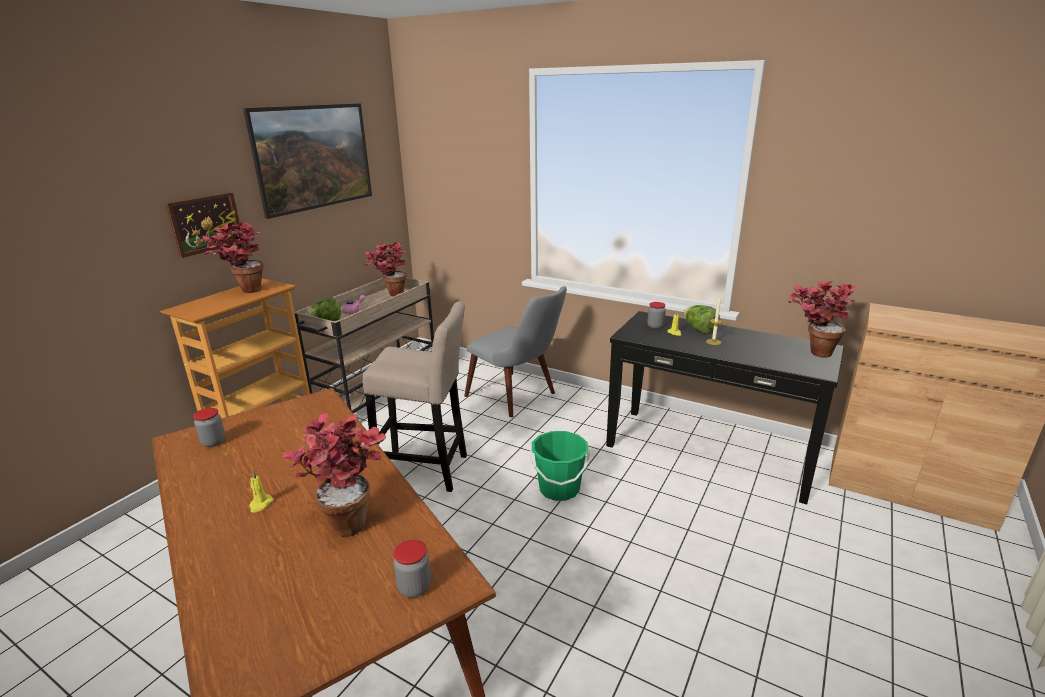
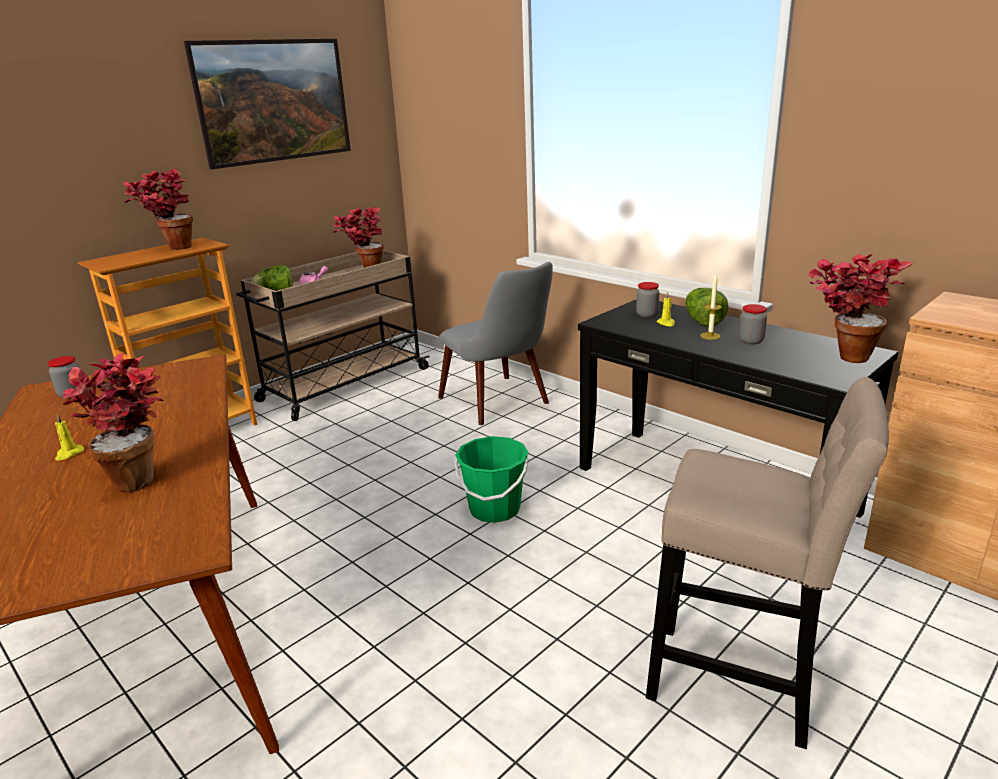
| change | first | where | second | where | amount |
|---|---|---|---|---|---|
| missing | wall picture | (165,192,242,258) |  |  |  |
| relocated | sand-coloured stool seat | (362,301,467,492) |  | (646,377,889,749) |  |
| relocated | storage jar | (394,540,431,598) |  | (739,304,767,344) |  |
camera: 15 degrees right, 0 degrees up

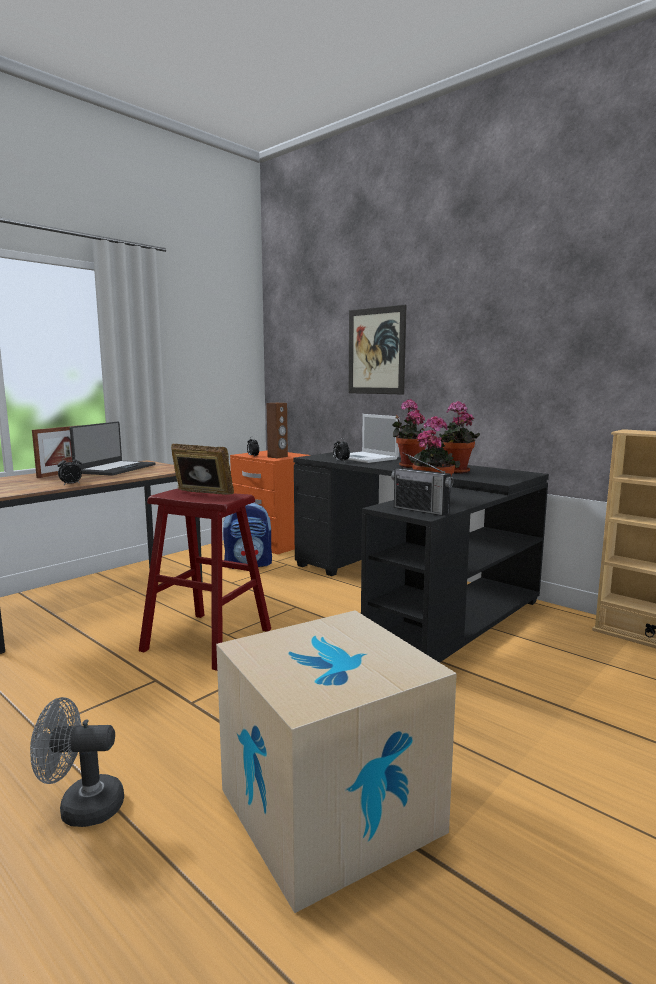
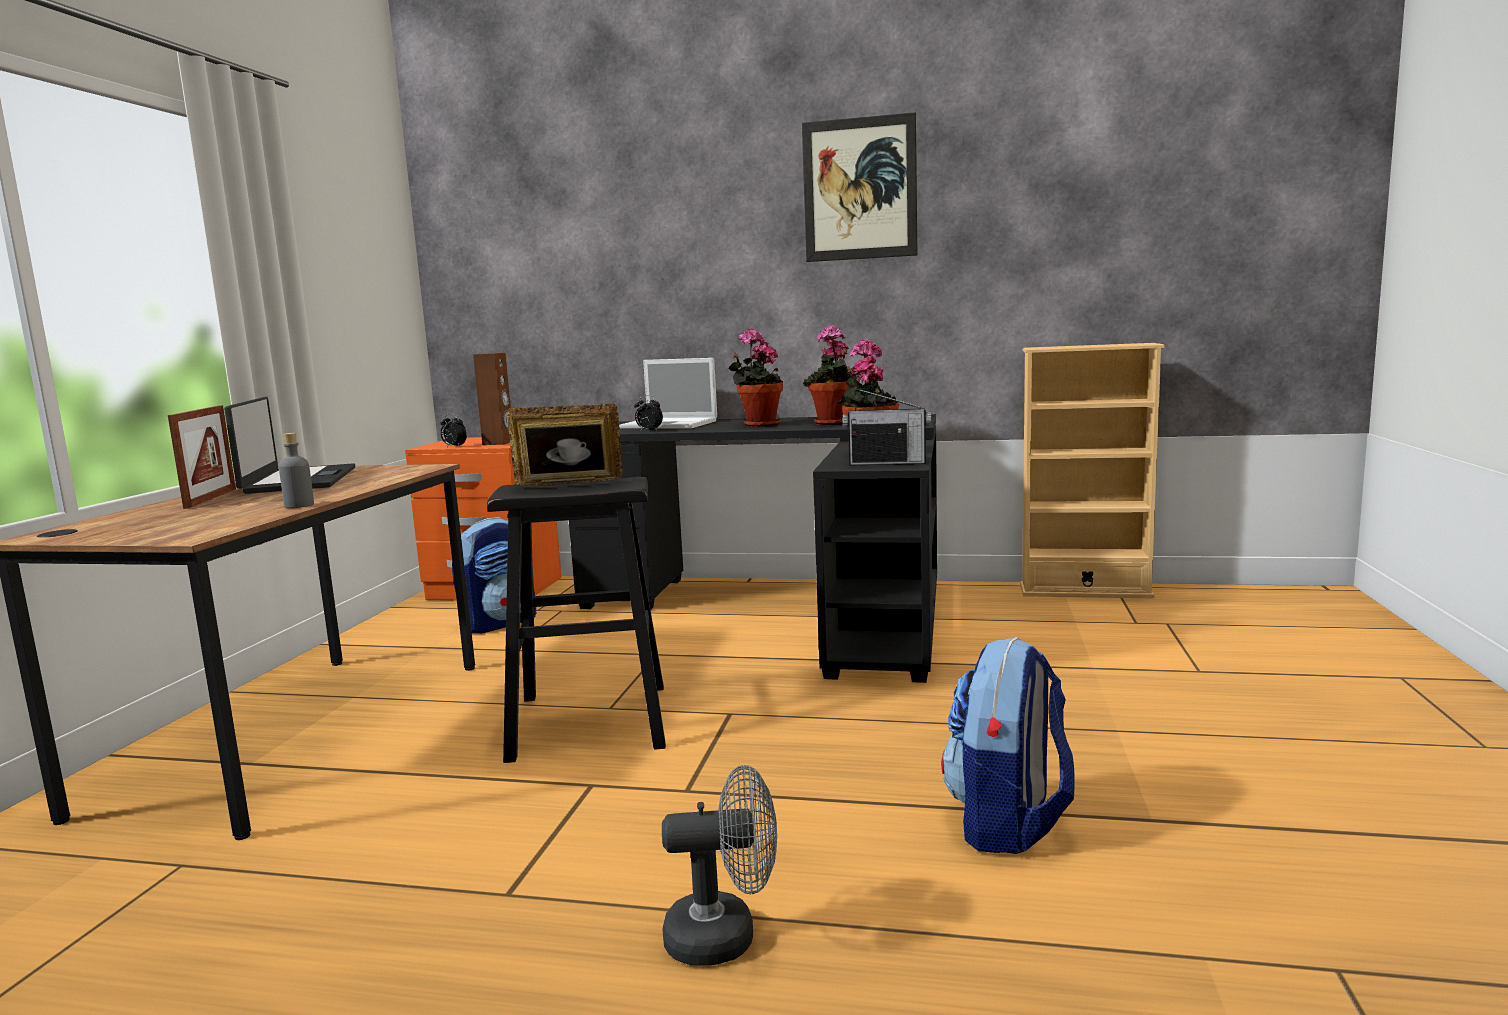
| change | first | where | second | where | amount |
|---|---|---|---|---|---|
| relocated | wall picture | (349,305,406,395) |  | (802,112,917,262) |  |
| exchanged | table clock | (58,456,82,485) | gray drink bottle | (279,433,314,508) |  |
| colour | reddish stool seat | (139,488,271,671) | black-coloured stool seat | (487,477,666,763) |  |
| exchanged | cardboard box | (216,610,457,913) | knapsack | (941,637,1075,854) |  |
| spun | gray cooling fan | (30,697,124,827) |  | (662,765,777,966) | 150 degrees counterclockwise |
camera: 30 degrees left, 0 degrees up

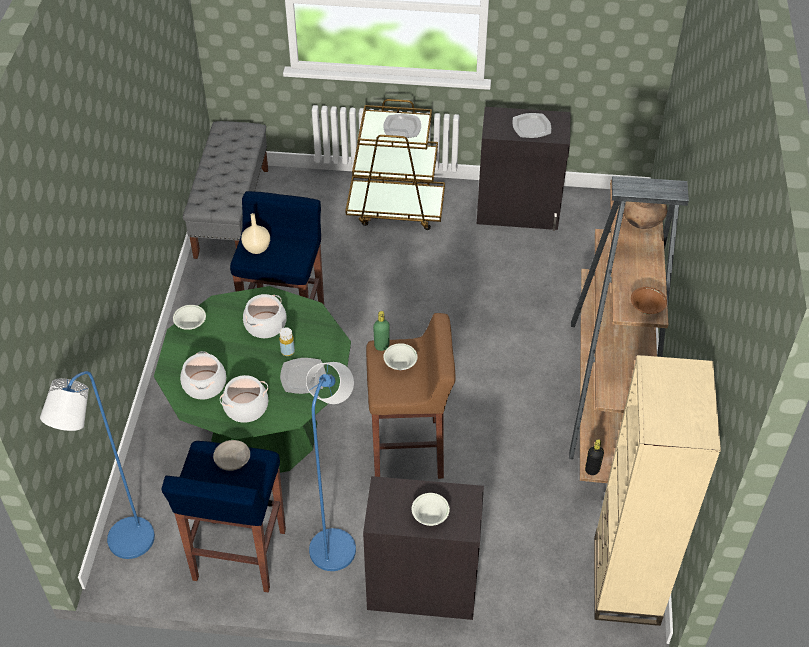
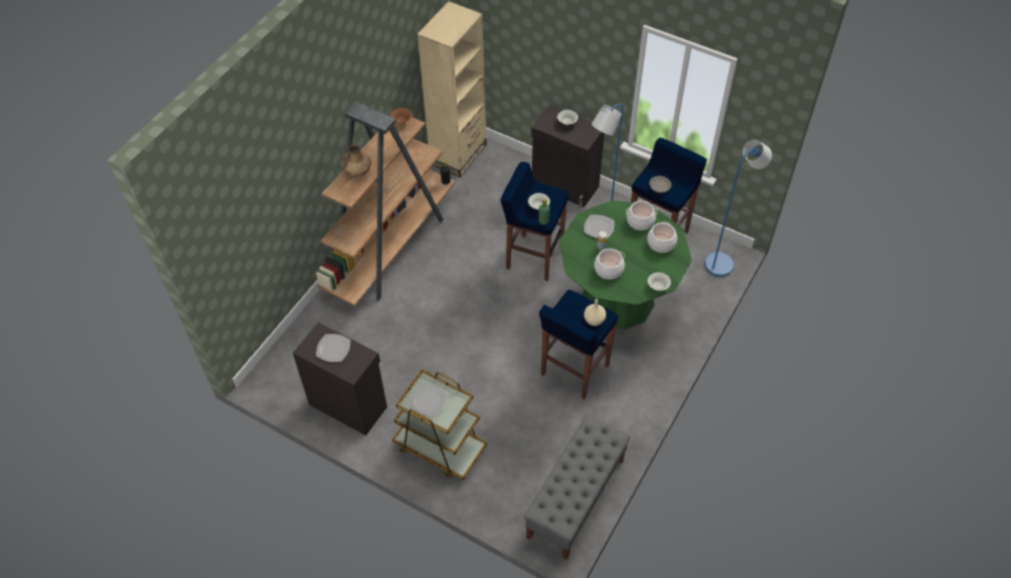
| change | first | where | second | where | amount |
|---|---|---|---|---|---|
| colour | brownish stool seat | (366,313,456,479) | blue-coloured stool seat | (500,162,569,281) |  |
camera: 155 degrees left, 5 degrees up

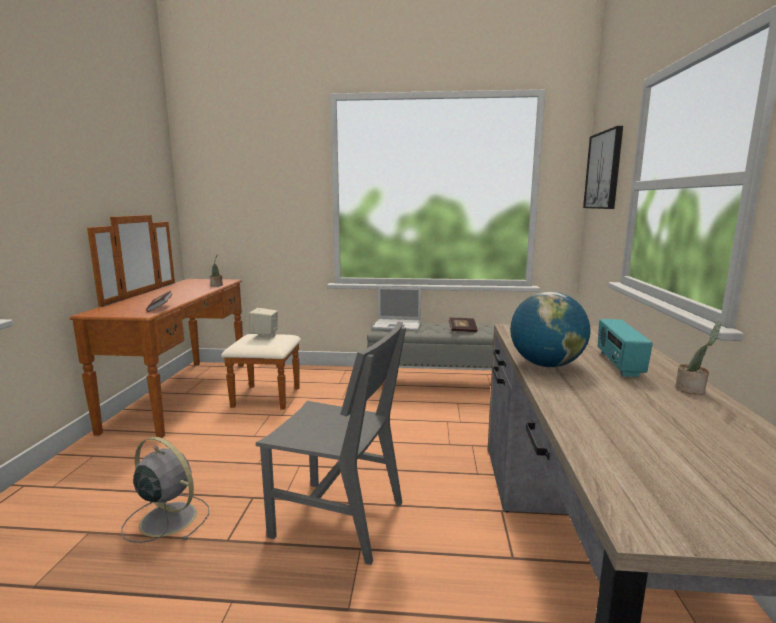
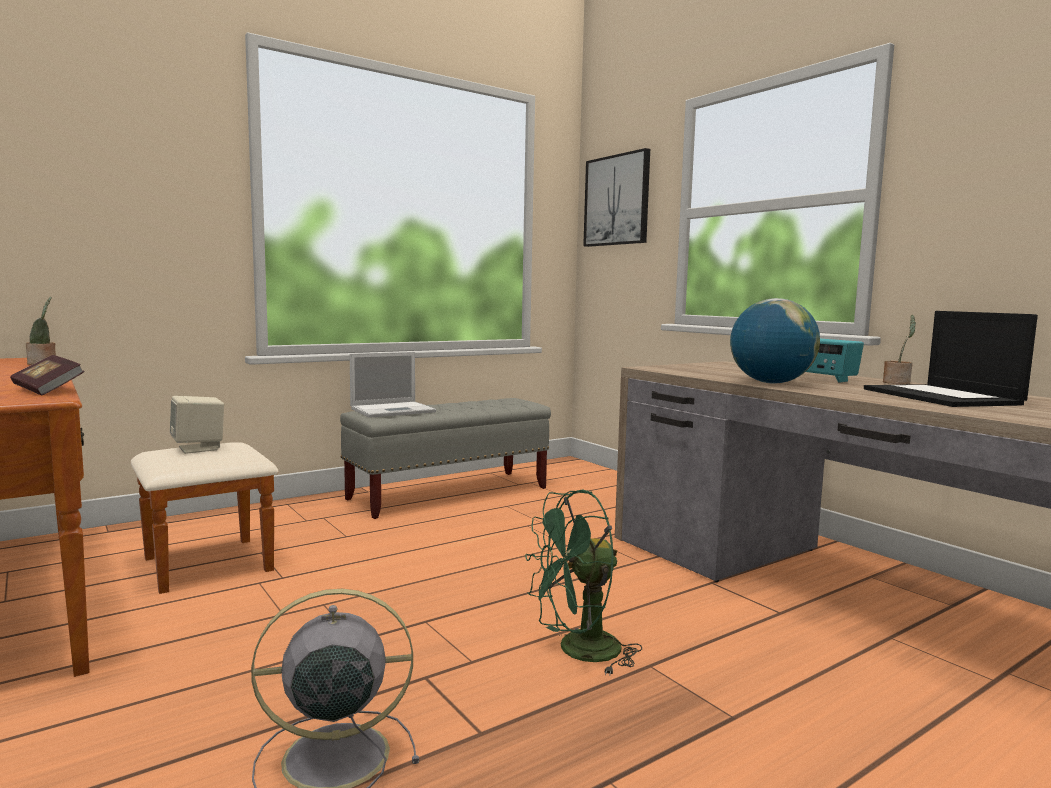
| change | first | where | second | where | amount |
|---|---|---|---|---|---|
| missing | book | (449,318,477,332) |  |  |  |
| exchanged | gray upright chair | (256,322,406,565) | green cooling fan | (525,489,642,675) |  |
| appeared |  |  | notebook computer | (864,311,1038,407) |  |
camera: 40 degrees left, 5 degrees down

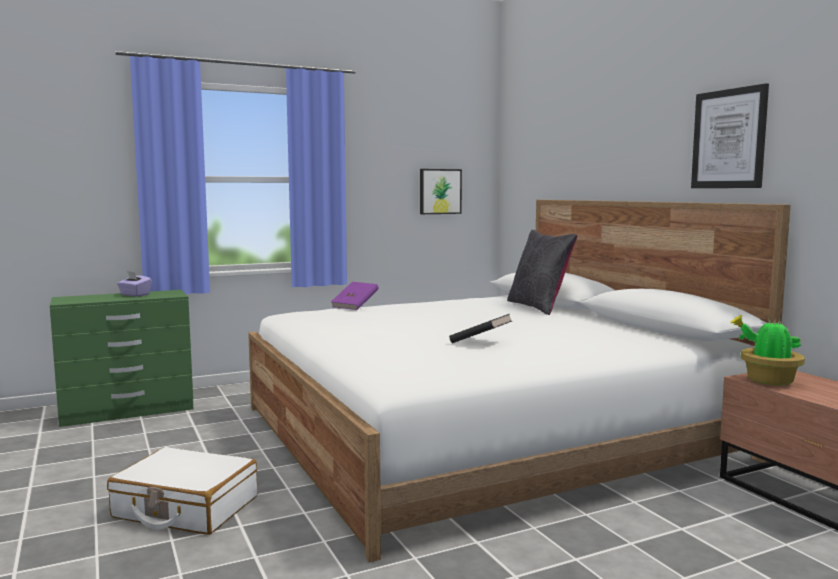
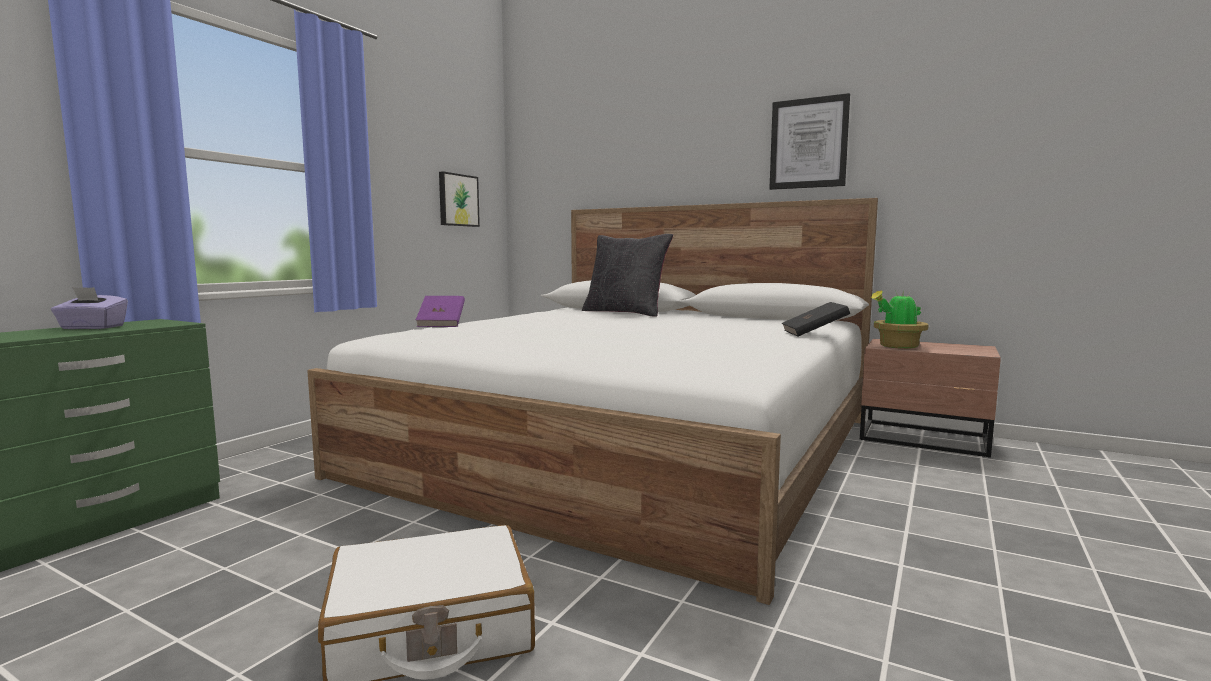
| change | first | where | second | where | amount |
|---|---|---|---|---|---|
| relocated | black-coloured book | (449,314,512,343) |  | (782,302,850,337) |  |
camera: 35 degrees left, 0 degrees up

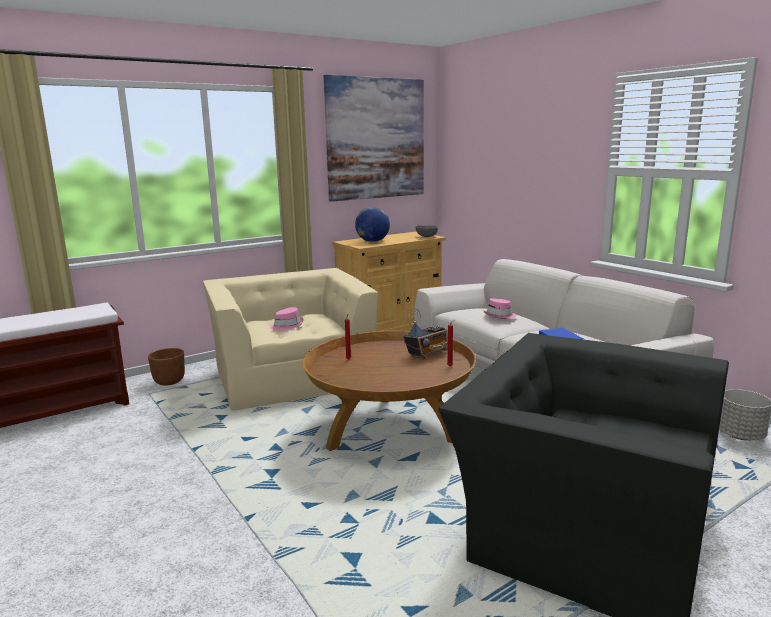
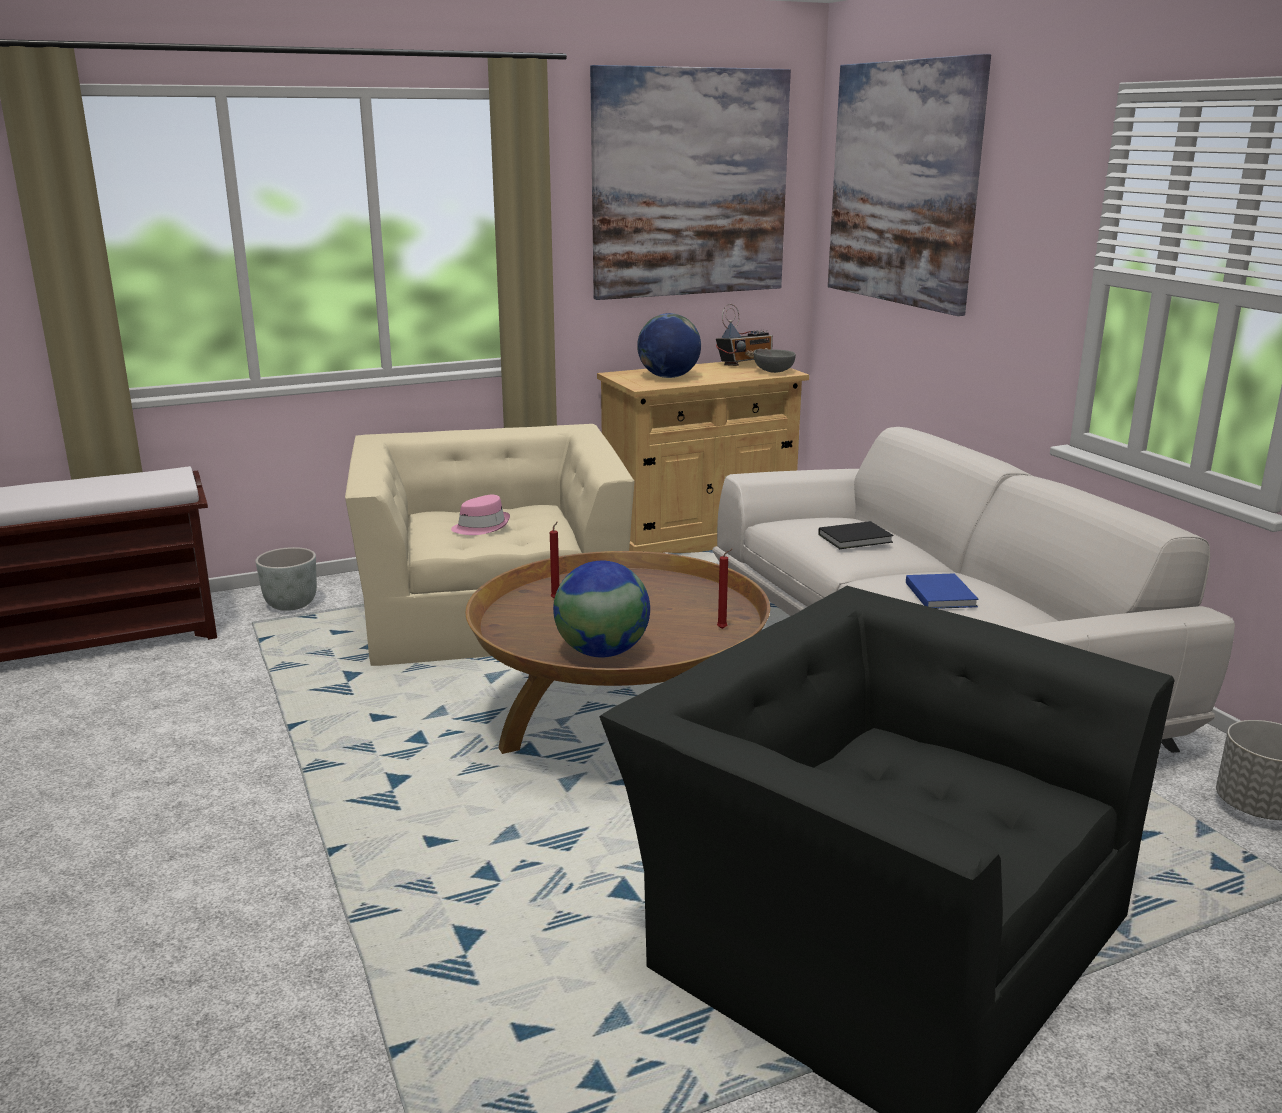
| change | first | where | second | where | amount |
|---|---|---|---|---|---|
| exchanged | pink hat | (484,298,516,319) | black-coloured book | (818,521,894,549) |  |
| relocated | radio receiver | (403,308,448,358) |  | (716,304,773,366) |  |
| colour | brownish flower pot | (148,348,185,386) | gray flower pot | (255,547,317,611) |  |
| appeared |  |  | wall picture | (828,54,991,316) |  |
| appeared |  |  | desk globe | (553,561,650,658) |  |
camera: 10 degrees right, 5 degrees up

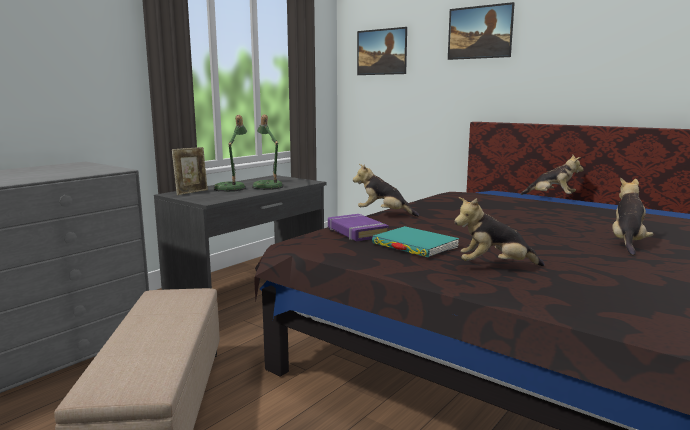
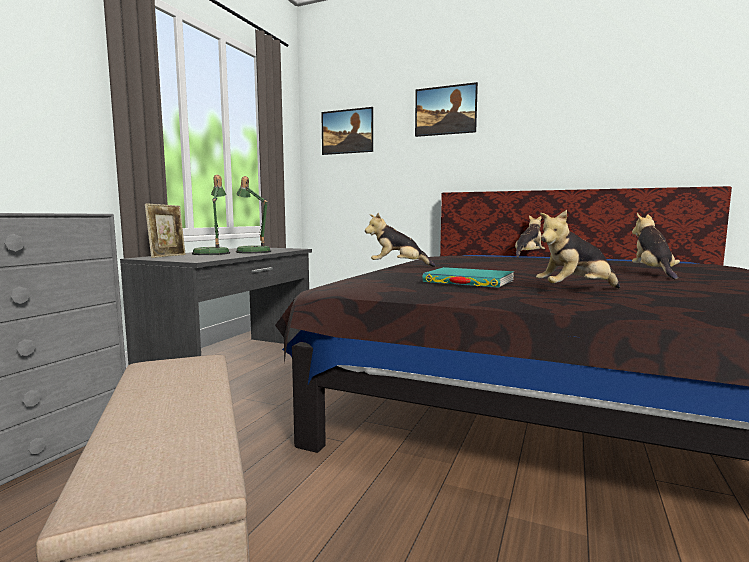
| change | first | where | second | where | amount |
|---|---|---|---|---|---|
| spun | soft toy | (520,155,584,195) |  | (515,215,545,257) | 60 degrees counterclockwise |
| missing | purplish book | (328,214,389,241) |  |  |  |
camera: 15 degrees left, 5 degrees down

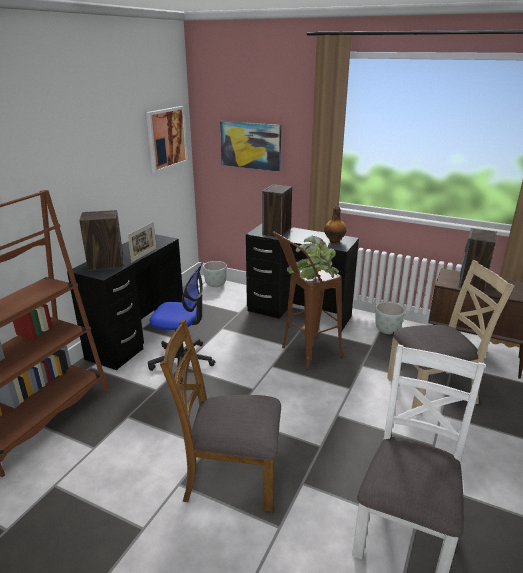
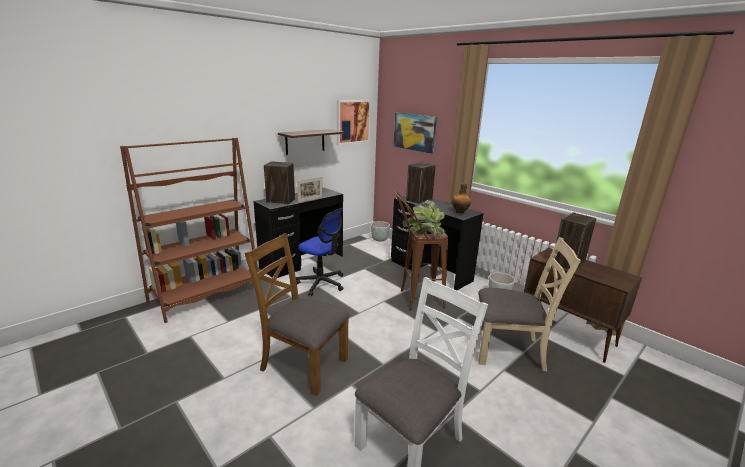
| change | first | where | second | where | amount |
|---|---|---|---|---|---|
| appeared |  |  | shelf | (278,129,344,155) |  |
camera: 20 degrees right, 5 degrees down

